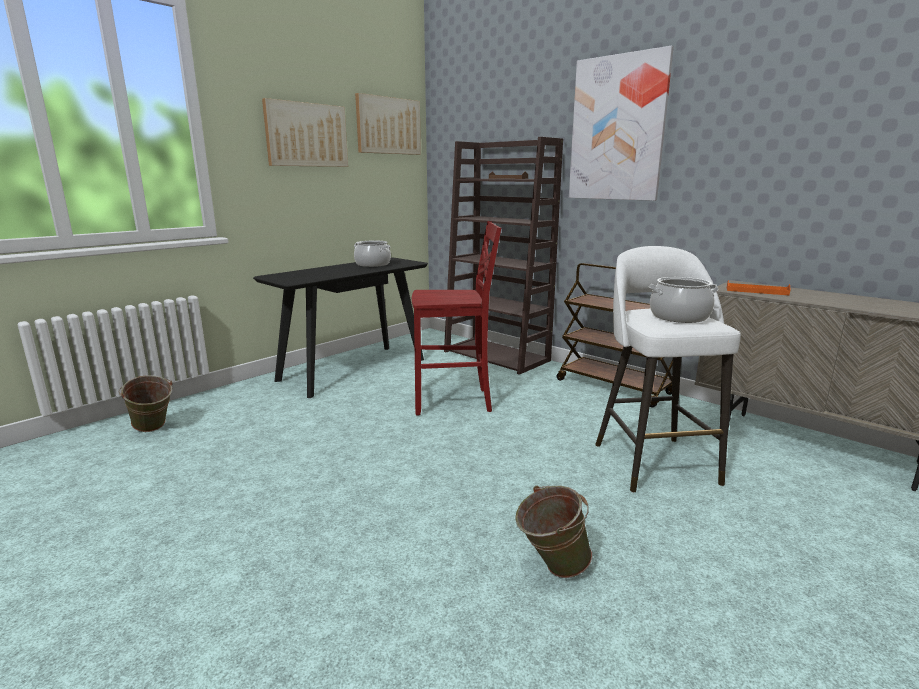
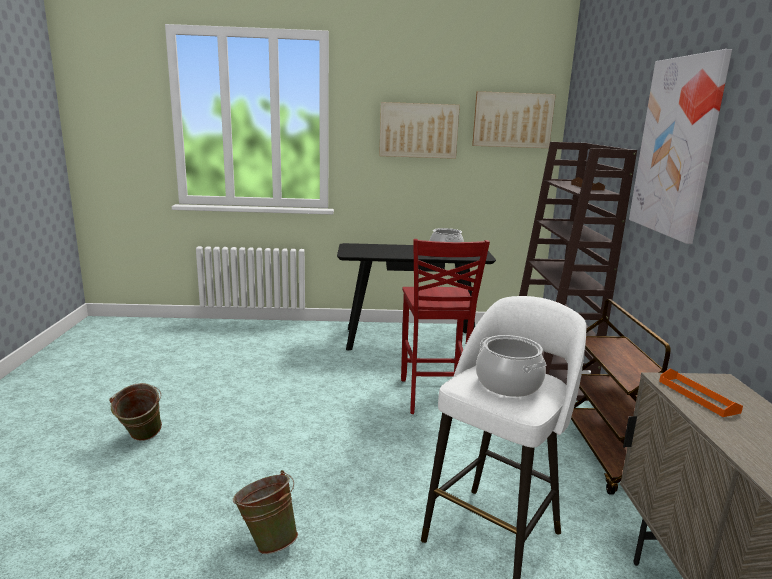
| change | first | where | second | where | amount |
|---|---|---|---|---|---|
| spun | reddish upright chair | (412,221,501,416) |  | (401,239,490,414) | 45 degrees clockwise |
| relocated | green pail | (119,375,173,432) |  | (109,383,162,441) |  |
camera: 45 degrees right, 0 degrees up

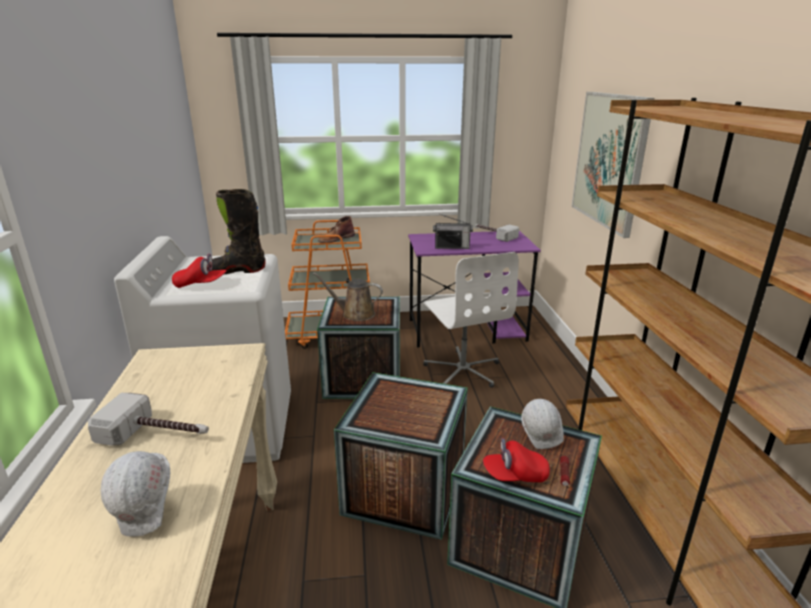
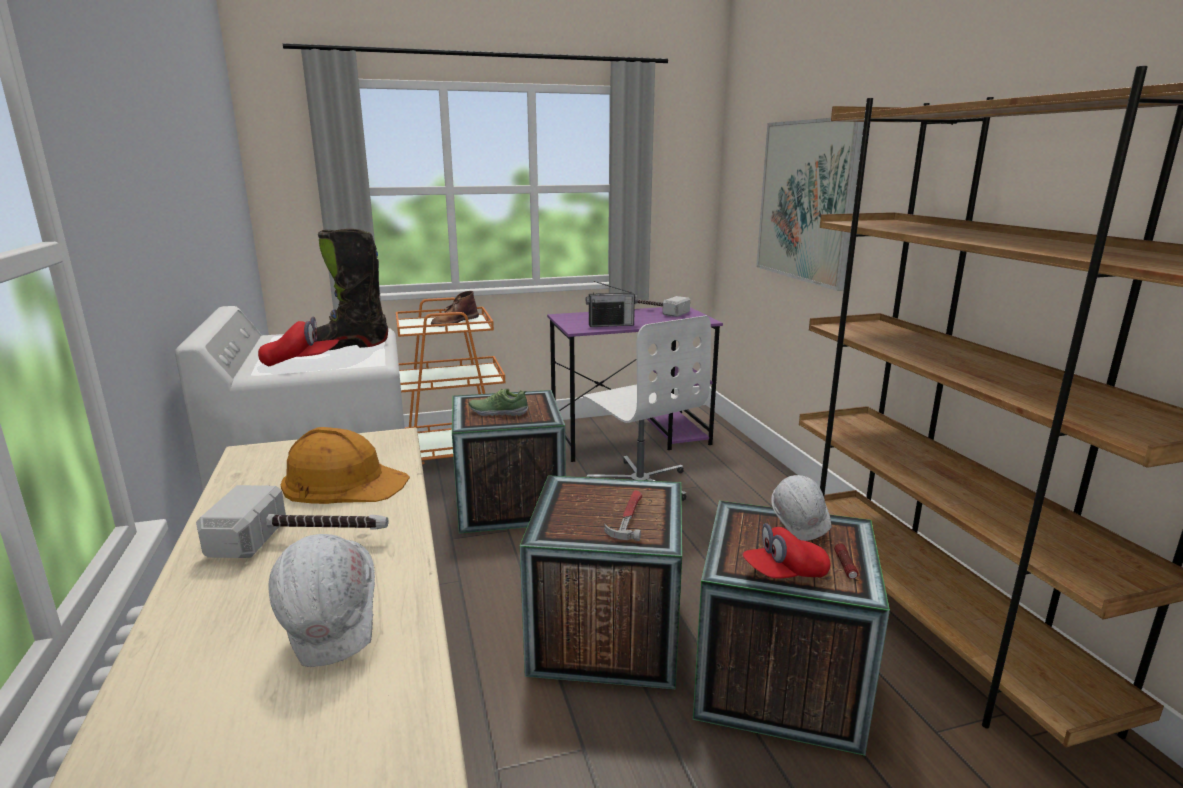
| change | first | where | second | where | amount |
|---|---|---|---|---|---|
| exchanged | brownish watering pot | (313,272,383,321) | low shoe | (469,388,528,416) |  |
| appeared |  |  | orange work helmet | (281,427,410,504) |  |
| appeared |  |  | hammer | (604,490,642,541) |  |
camera: 10 degrees left, 5 degrees down

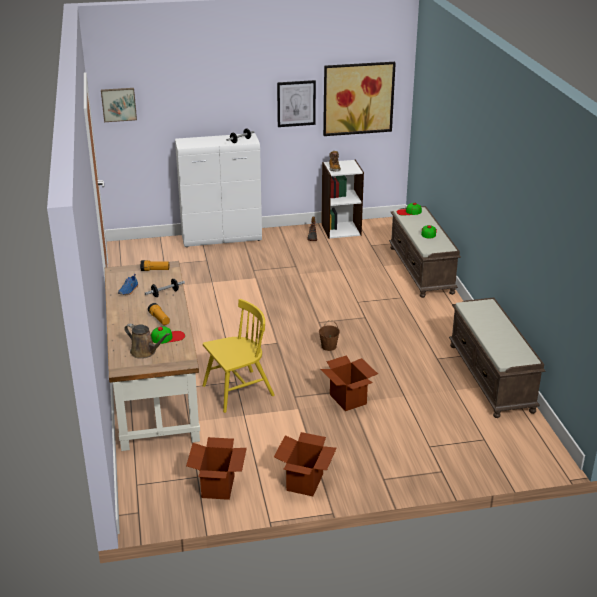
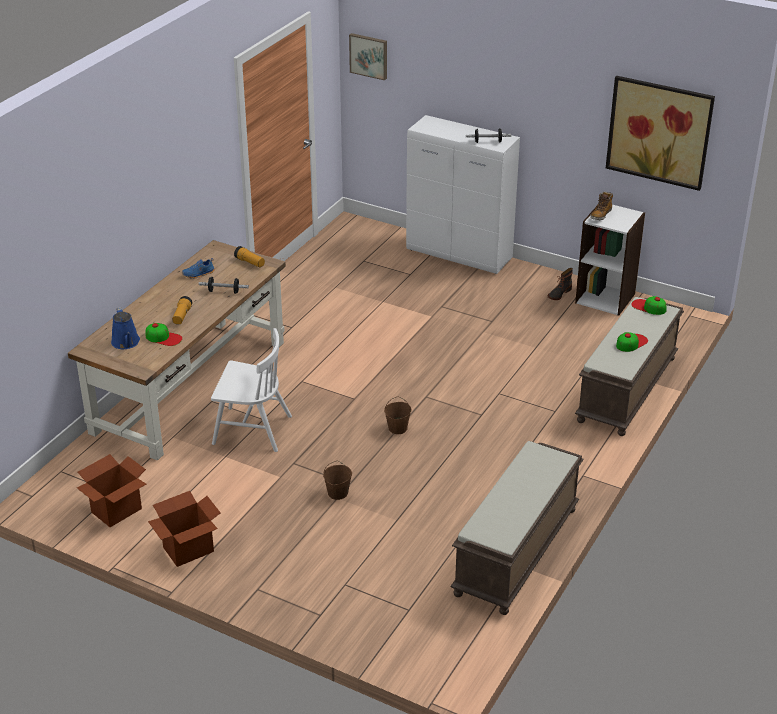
| change | first | where | second | where | amount |
|---|---|---|---|---|---|
| missing | wall picture | (277,80,316,127) |  |  |  |
| colour | yellow upright chair | (202,299,275,413) | white upright chair | (211,328,292,452) |  |
| colour | brownish watering pot | (124,324,170,359) | blue-coloured watering pot | (111,307,140,349) |  |
| exchanged | cardboard box | (321,355,378,411) | brownish pail | (323,461,352,500) |  |
camera: 40 degrees right, 5 degrees up

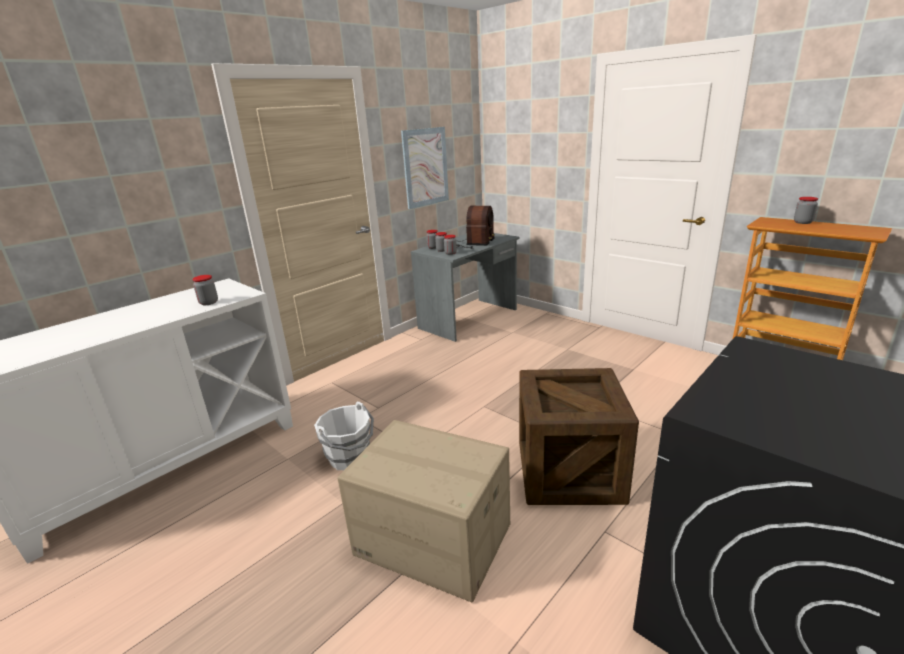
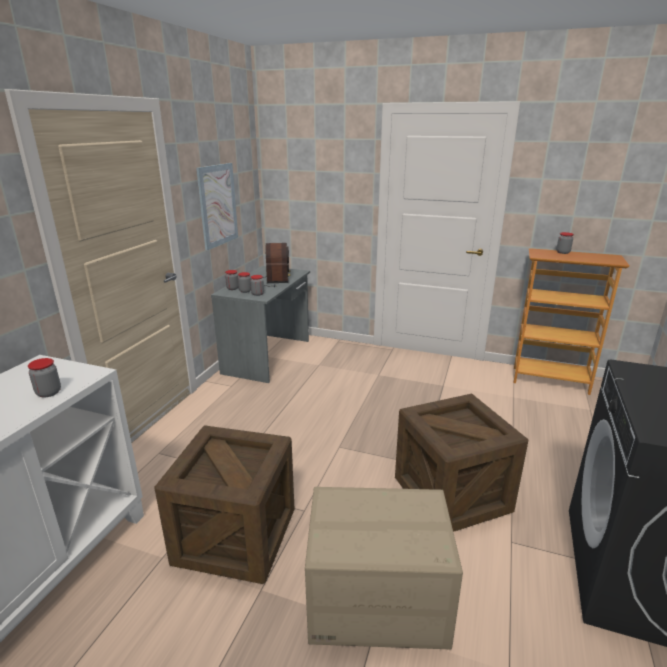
| change | first | where | second | where | amount |
|---|---|---|---|---|---|
| exchanged | white pail | (314,402,374,470) | crate | (154,425,295,584) |  |
camera: 25 degrees left, 0 degrees up

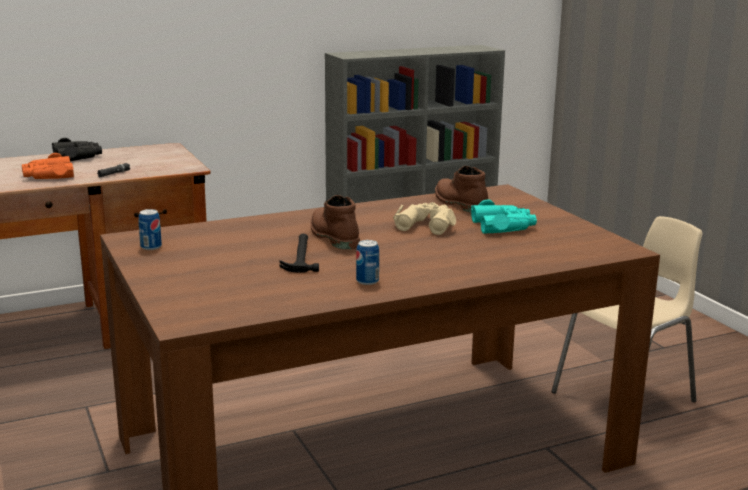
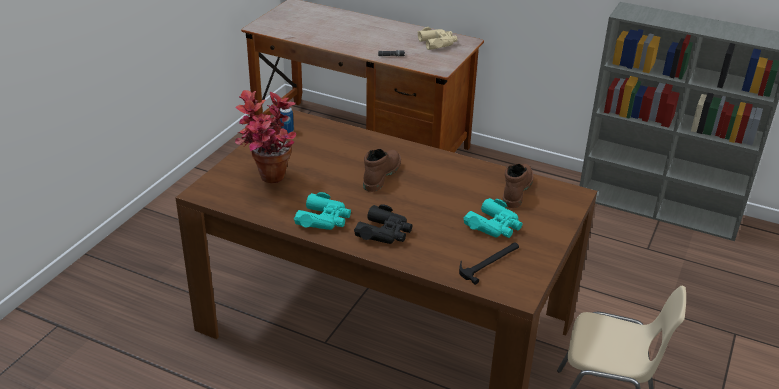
| change | first | where | second | where | amount |
|---|---|---|---|---|---|
| relocated | black-coloured binoculars | (52,138,102,161) |  | (354,204,413,244) |  |
| missing | orange binoculars | (22,153,74,179) |  |  |  |
| relocated | sand-coloured binoculars | (393,202,456,235) |  | (418,27,457,50) |  |
| relocated | hammer | (279,234,319,273) |  | (459,242,519,285) |  |
| exchanged | sealed can | (356,240,379,285) | turquoise-coloured binoculars | (294,192,351,230) |  |
| appeared |  |  | houseplant | (235,90,296,183) |  |
camera: 50 degrees right, 15 degrees up

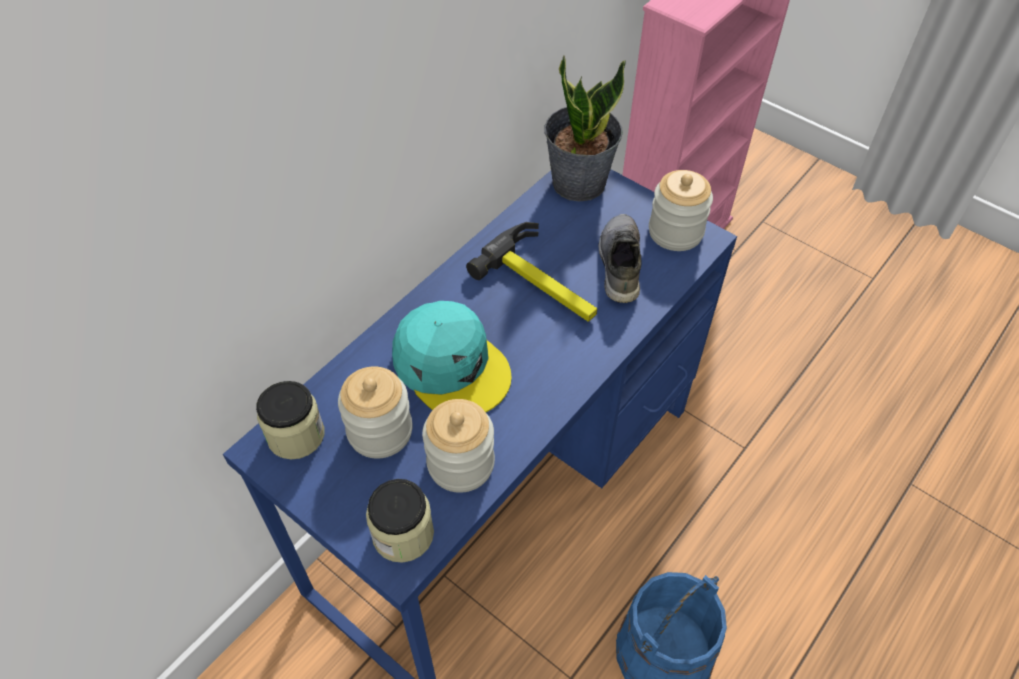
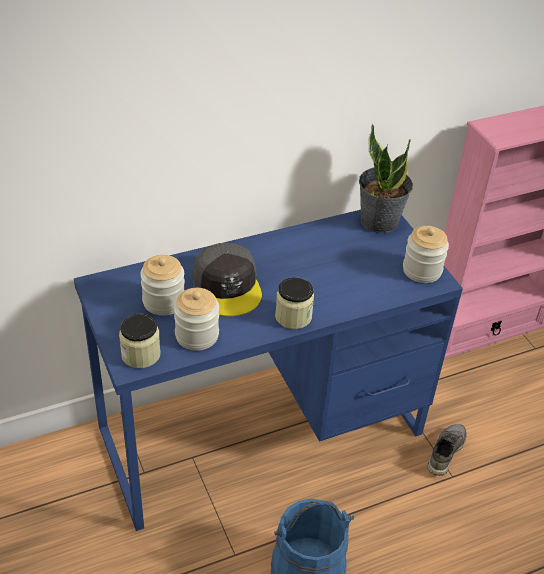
| change | first | where | second | where | amount |
|---|---|---|---|---|---|
| relocated | gray low shoe | (598,214,641,303) |  | (427,424,466,476) |  |
| missing | hammer | (466,222,597,322) |  |  |  |
| colour | turquoise-coloured baseball cap | (392,301,512,412) | gray baseball cap | (193,243,262,317) |  |
| relocated | storage jar | (256,381,324,460) |  | (275,277,314,329) |  |
camera: 25 degrees right, 10 degrees down

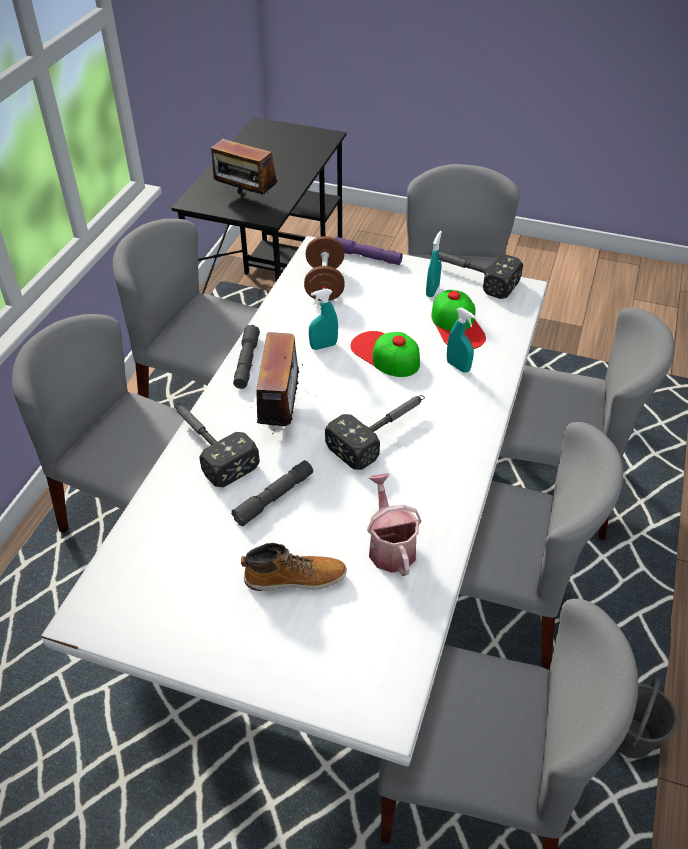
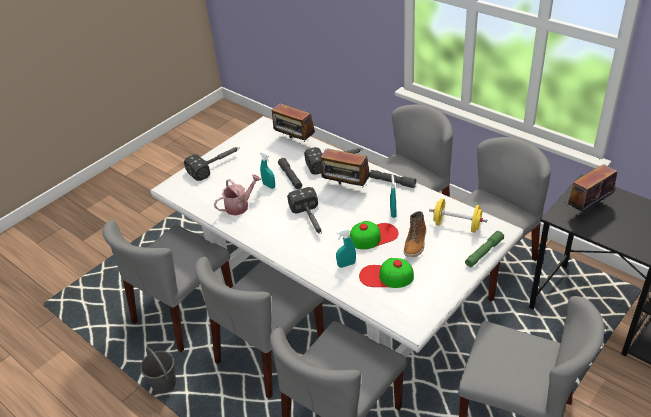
| change | first | where | second | where | amount |
|---|---|---|---|---|---|
| relocated | turquoise-coloured spray bottle | (426,231,442,297) |  | (260,152,275,189) |  |
| colour | brownish hand weight | (304,236,345,301) | yellow hand weight | (429,198,487,233) |  |
| colour | purplish flashlight | (335,237,403,265) | green flashlight | (465,231,504,267) |  |
| relocated | hammer | (429,252,523,299) |  | (184,147,239,181) |  |
| spun | watering pot | (367,474,422,576) |  | (214,174,262,216) | 45 degrees counterclockwise |
| relocated | high-top boot | (241,543,347,591) |  | (404,211,426,257) |  |
| appeared |  |  | radio receiver | (272,102,315,141) |  |
camera: 115 degrees right, 5 degrees down

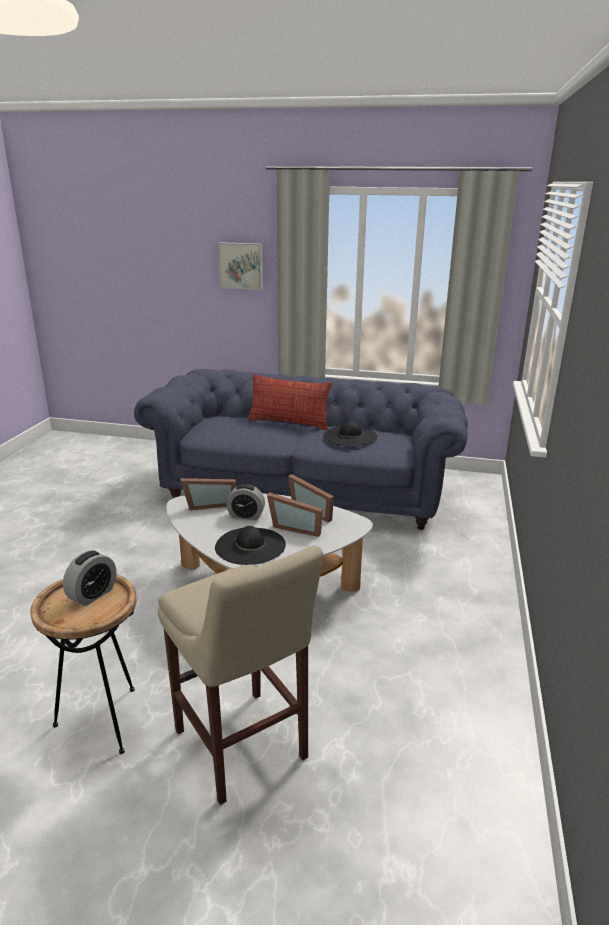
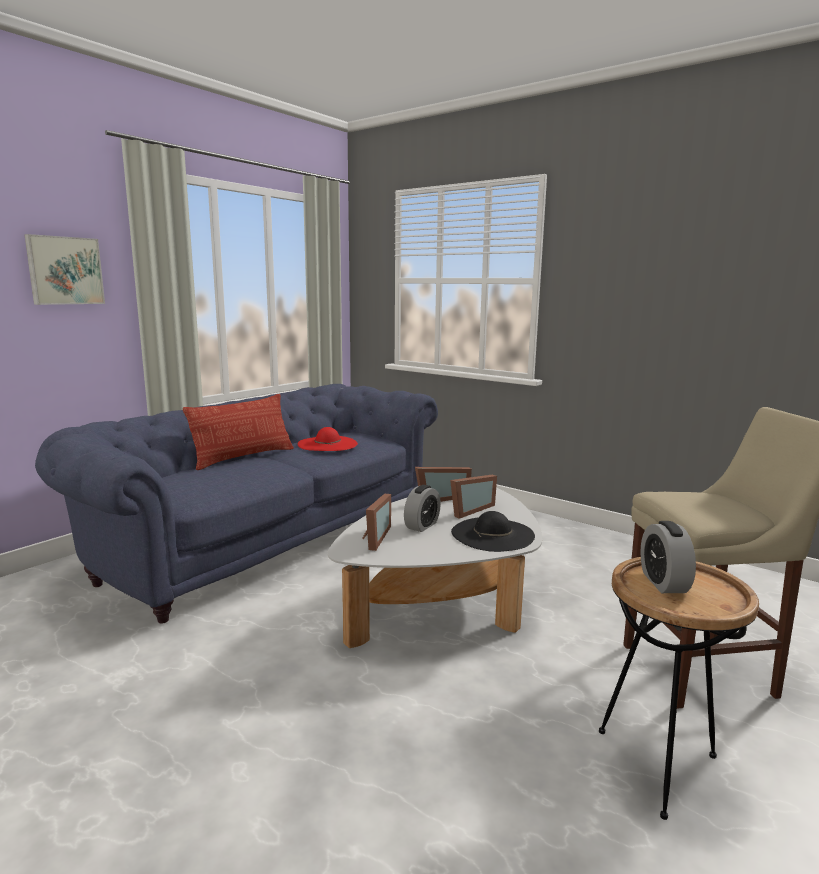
| change | first | where | second | where | amount |
|---|---|---|---|---|---|
| colour | black-coloured hat | (324,421,377,447) | reddish hat | (298,427,358,451) |  |
| spun | table clock | (63,550,116,606) |  | (640,521,696,593) | 150 degrees counterclockwise |
camera: 65 degrees left, 10 degrees down

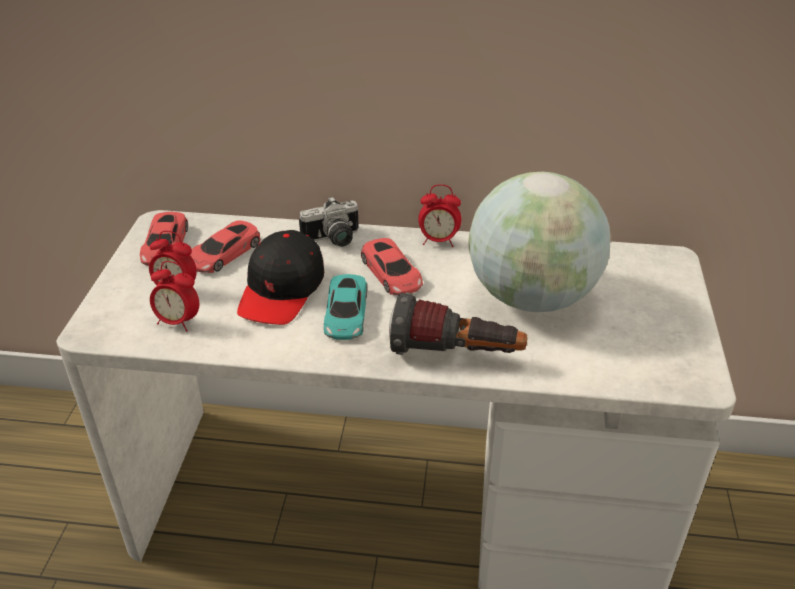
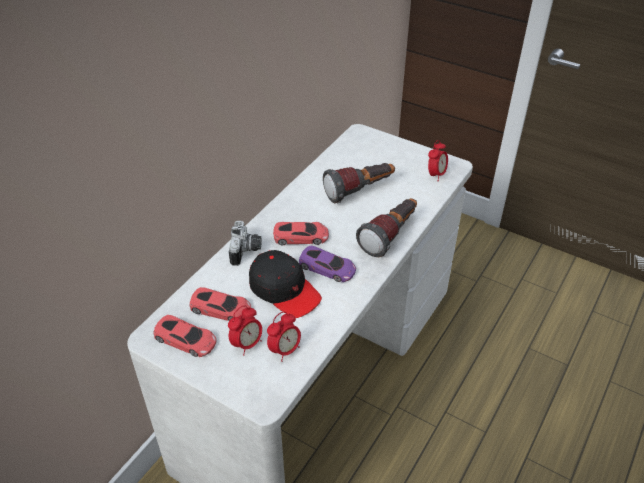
| change | first | where | second | where | amount |
|---|---|---|---|---|---|
| exchanged | desk globe | (468,172,610,312) | flashlight | (323,163,395,203) |  |
| relocated | table clock | (418,184,461,247) |  | (428,140,448,180) |  |
| spun | reddish model car | (190,220,261,273) |  | (189,287,251,321) | 45 degrees counterclockwise |
| colour | turquoise-coloured model car | (324,274,367,340) | purplish model car | (299,246,356,282) |  |
camera: 65 degrees left, 5 degrees up

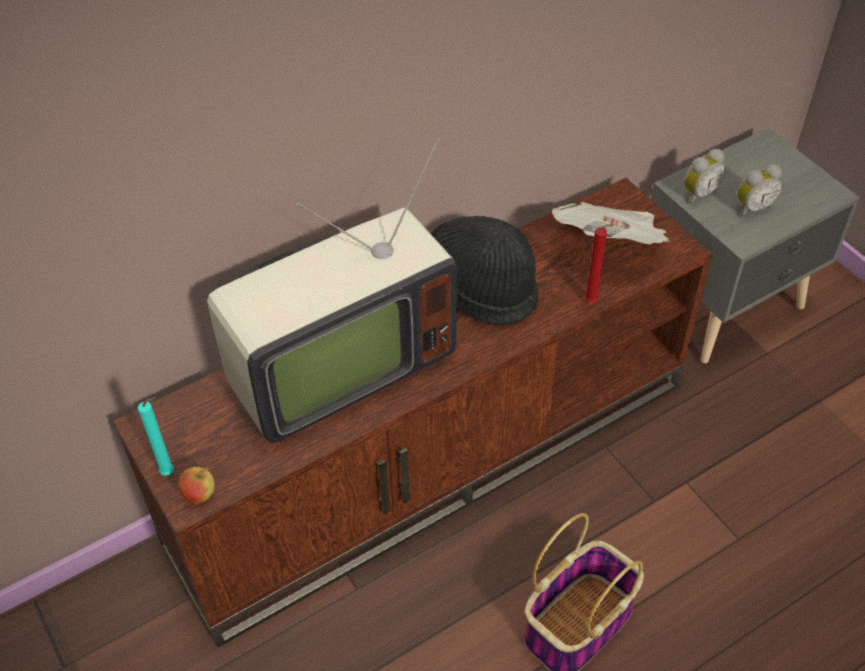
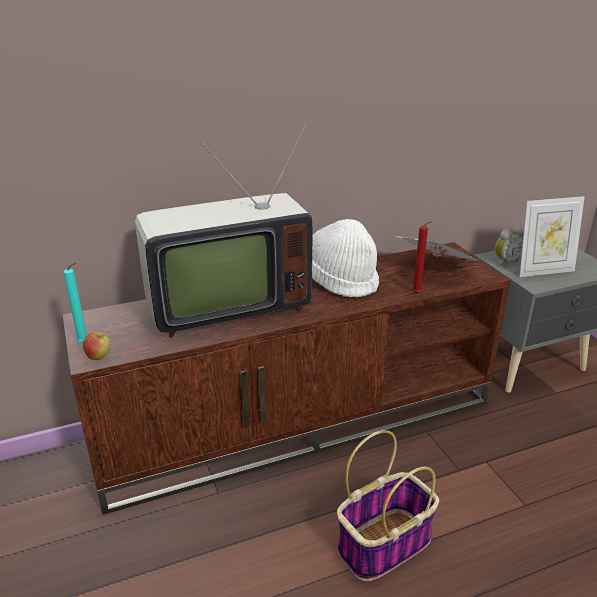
| change | first | where | second | where | amount |
|---|---|---|---|---|---|
| exchanged | table clock | (737,164,782,217) | picture frame | (520,196,585,277) |  |
| colour | black-coloured hat | (430,216,538,326) | white hat | (312,219,379,298) |  |
camera: 10 degrees right, 20 degrees down

